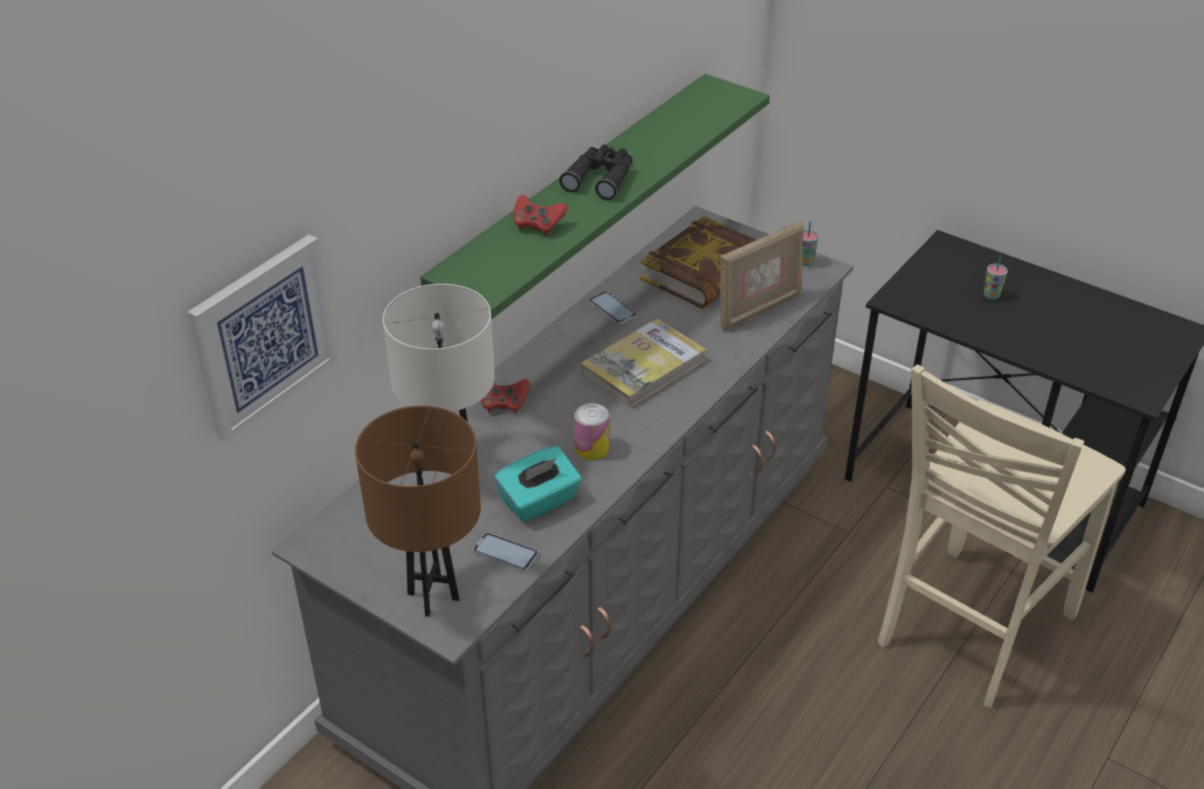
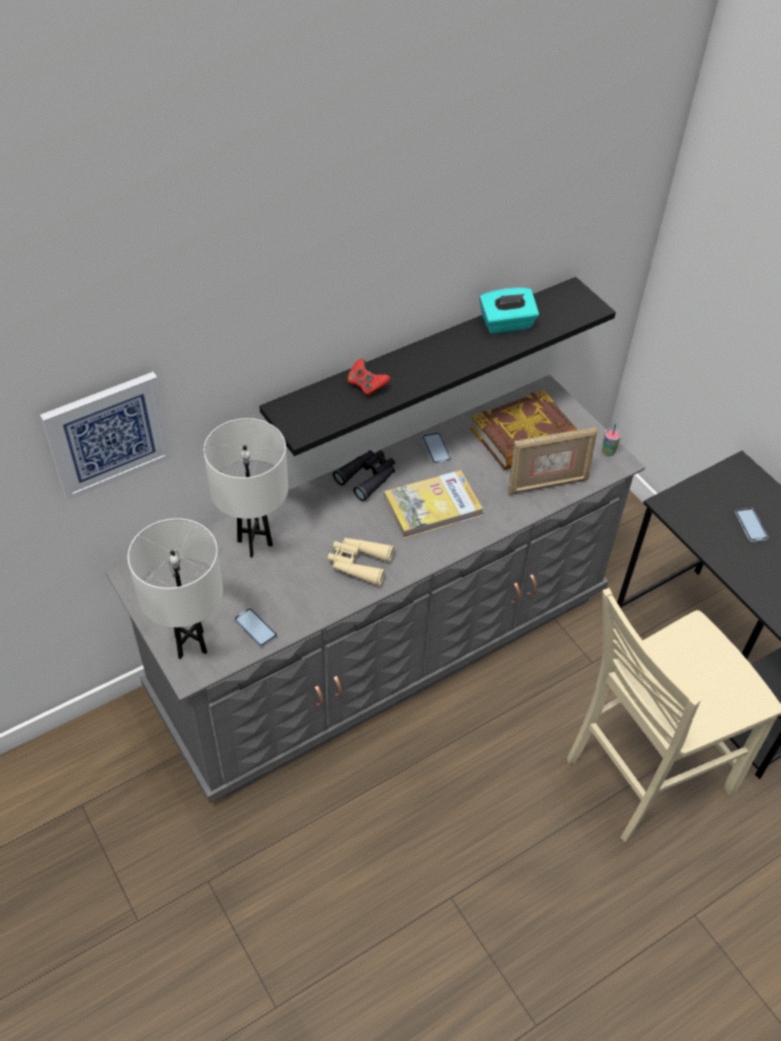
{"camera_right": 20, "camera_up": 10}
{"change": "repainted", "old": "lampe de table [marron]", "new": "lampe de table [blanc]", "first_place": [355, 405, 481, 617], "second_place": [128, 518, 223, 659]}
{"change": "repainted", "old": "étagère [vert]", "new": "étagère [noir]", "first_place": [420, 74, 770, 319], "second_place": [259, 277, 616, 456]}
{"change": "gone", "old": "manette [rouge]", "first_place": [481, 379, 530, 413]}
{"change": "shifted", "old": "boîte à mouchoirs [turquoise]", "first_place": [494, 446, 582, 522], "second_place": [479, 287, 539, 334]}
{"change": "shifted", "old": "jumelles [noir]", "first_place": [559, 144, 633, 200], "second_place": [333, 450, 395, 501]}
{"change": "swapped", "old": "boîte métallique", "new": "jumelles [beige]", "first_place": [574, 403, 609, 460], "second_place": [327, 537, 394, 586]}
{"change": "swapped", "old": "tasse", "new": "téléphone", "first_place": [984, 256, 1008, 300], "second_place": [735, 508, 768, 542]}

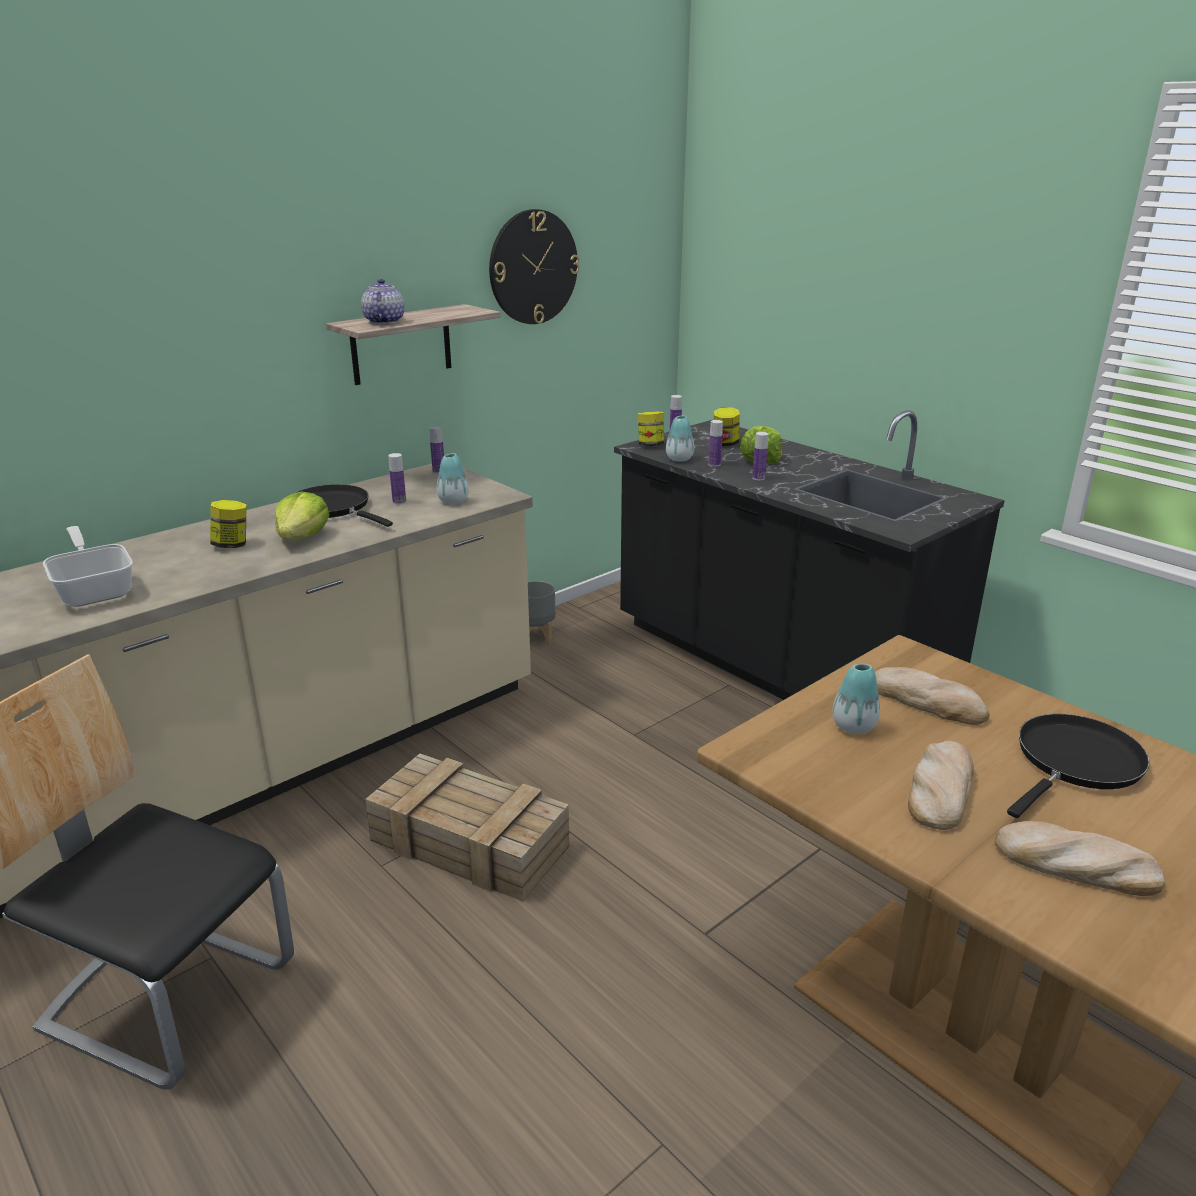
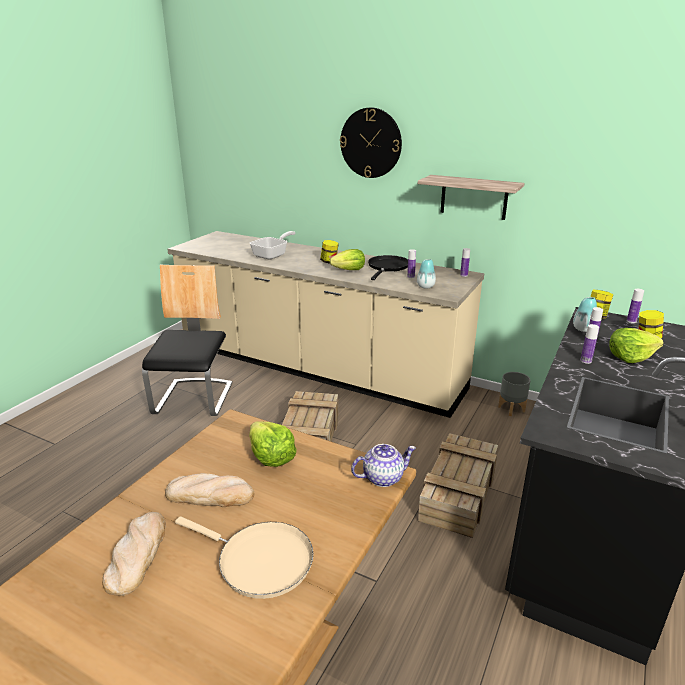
{"camera_right": 70, "camera_up": 0}
{"change": "shifted", "old": "théière", "first_place": [361, 279, 404, 324], "second_place": [351, 444, 416, 487]}
{"change": "shifted", "old": "horloge murale", "first_place": [489, 209, 580, 324], "second_place": [340, 107, 402, 178]}
{"change": "swapped", "old": "vase", "new": "laitue", "first_place": [833, 663, 880, 734], "second_place": [249, 421, 297, 467]}
{"change": "gone", "old": "pain", "first_place": [875, 667, 990, 725]}
{"change": "repainted", "old": "poêle [noir]", "new": "poêle [beige]", "first_place": [1007, 714, 1150, 818], "second_place": [175, 517, 314, 599]}
{"change": "new", "new": "caisse", "second_place": [418, 433, 498, 538]}

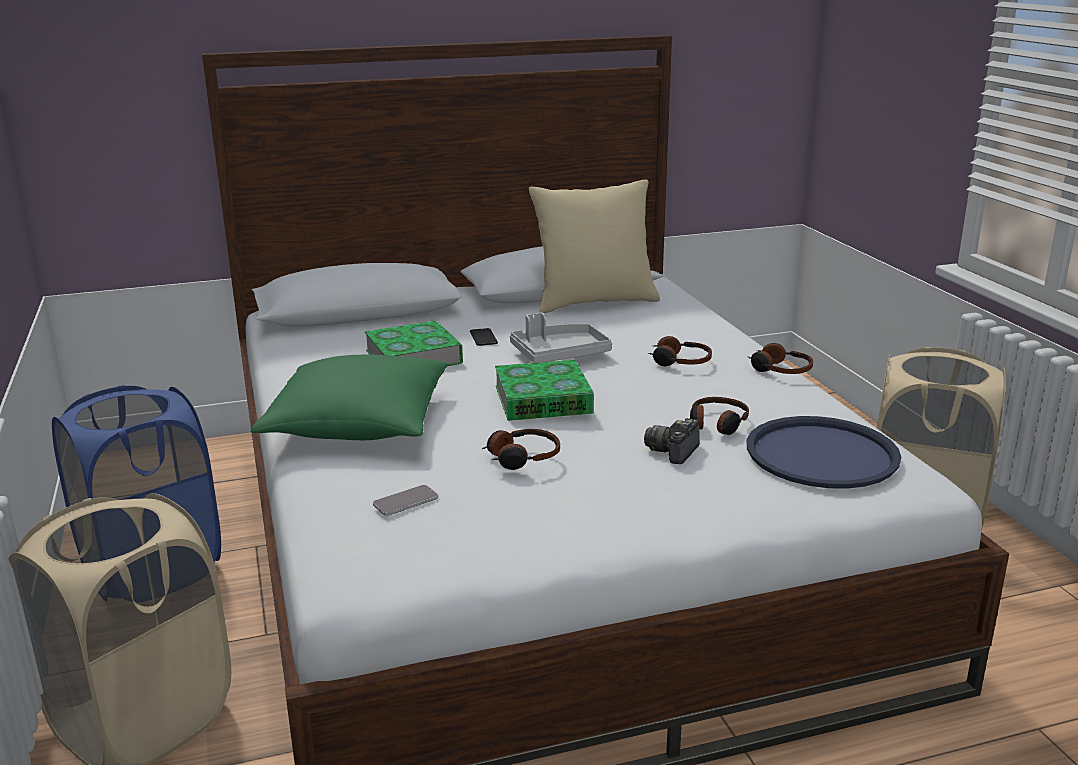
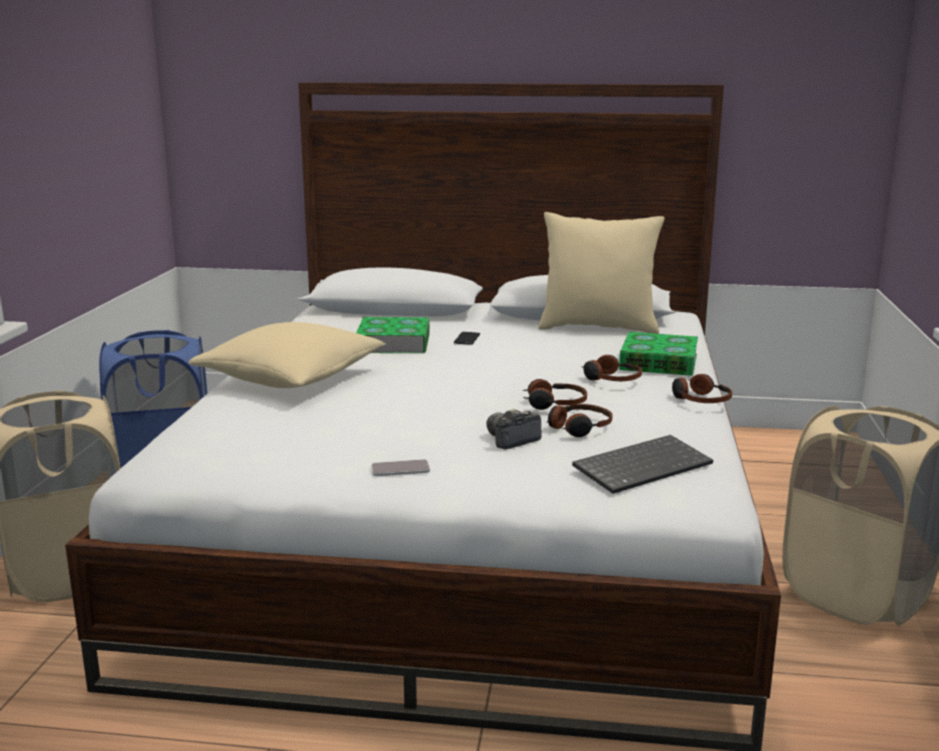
{"camera_right": 25, "camera_up": -5}
{"change": "repainted", "old": "coussin [vert]", "new": "coussin [beige]", "first_place": [251, 355, 449, 440], "second_place": [189, 322, 386, 388]}
{"change": "shifted", "old": "téléphone", "first_place": [373, 485, 438, 516], "second_place": [371, 459, 430, 476]}
{"change": "shifted", "old": "casque audio", "first_place": [482, 429, 560, 470], "second_place": [522, 379, 587, 410]}
{"change": "shifted", "old": "livre", "first_place": [495, 360, 594, 421], "second_place": [619, 332, 698, 376]}
{"change": "gone", "old": "plateau [gris]", "first_place": [510, 312, 612, 363]}
{"change": "swapped", "old": "plateau [bleu]", "new": "clavier", "first_place": [747, 416, 901, 489], "second_place": [572, 435, 713, 494]}

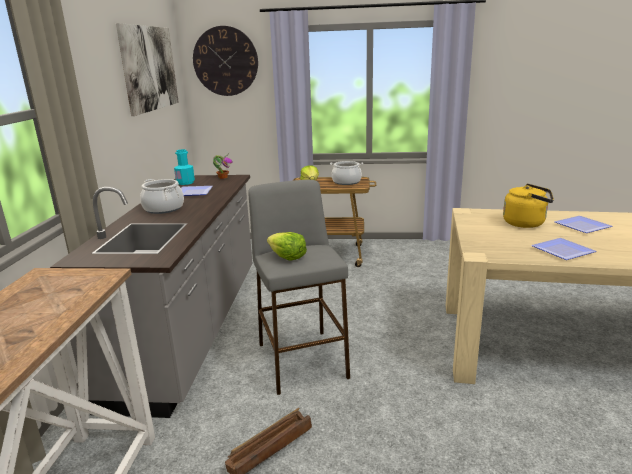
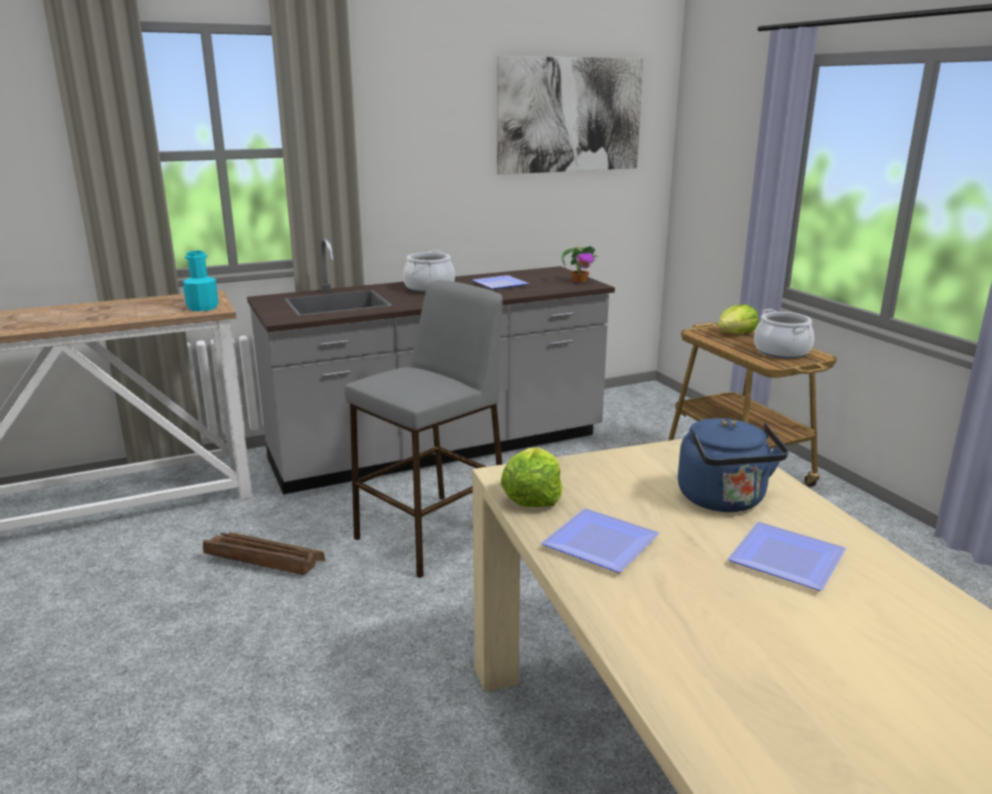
{"camera_right": 60, "camera_up": 0}
{"change": "shifted", "old": "bouteille [turquoise]", "first_place": [174, 149, 195, 185], "second_place": [183, 251, 219, 311]}
{"change": "gone", "old": "horloge murale", "first_place": [193, 26, 258, 96]}
{"change": "shifted", "old": "laitue", "first_place": [267, 232, 307, 261], "second_place": [501, 447, 562, 507]}
{"change": "repainted", "old": "bouilloire [jaune]", "new": "bouilloire [bleu]", "first_place": [503, 184, 554, 228], "second_place": [678, 418, 789, 512]}

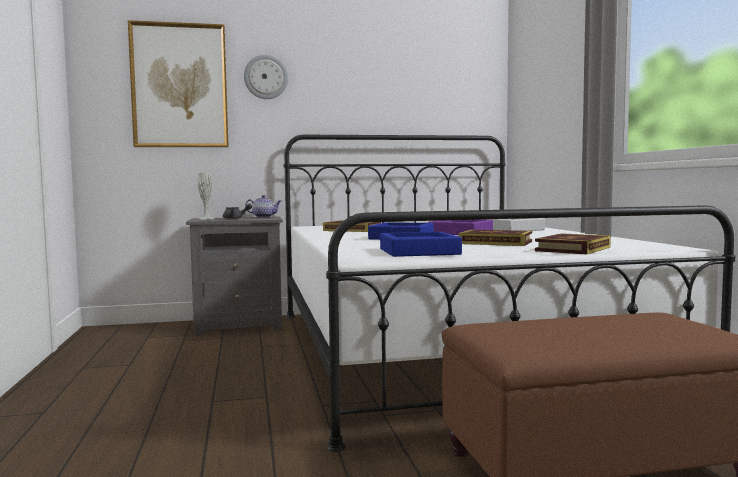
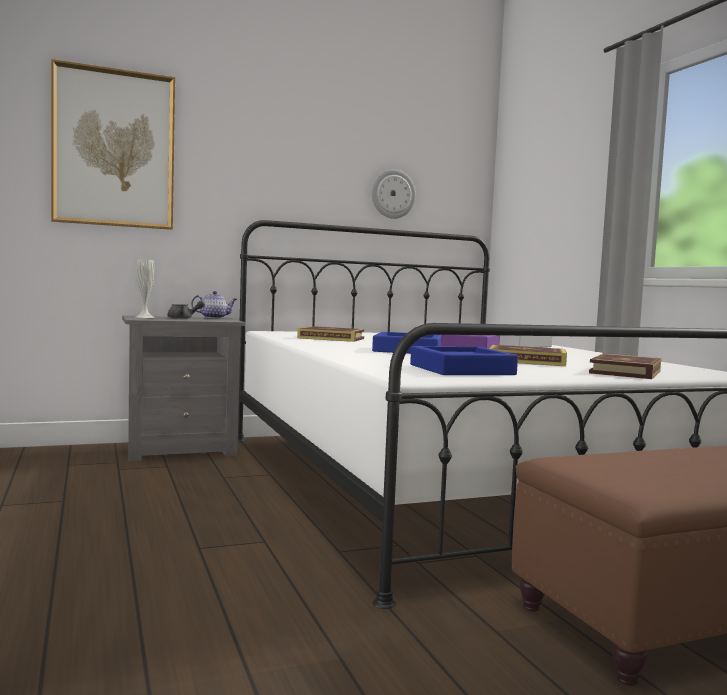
{"camera_right": -10, "camera_up": 0}
{"change": "shifted", "old": "horloge murale", "first_place": [244, 55, 288, 99], "second_place": [372, 169, 416, 219]}

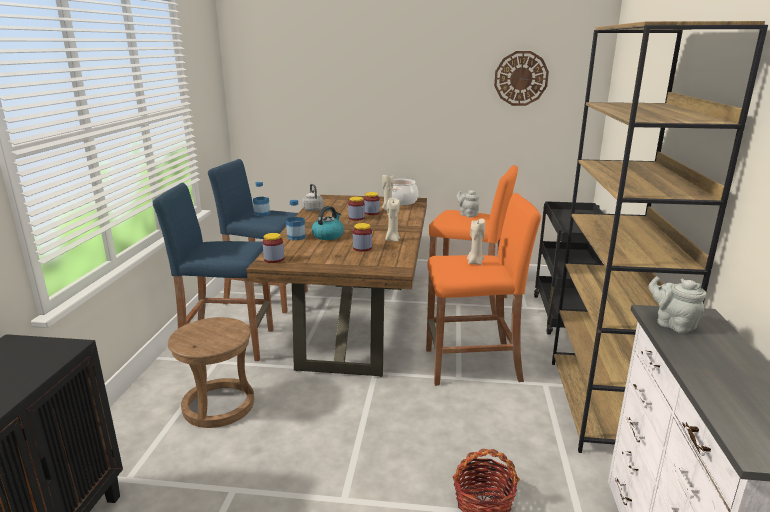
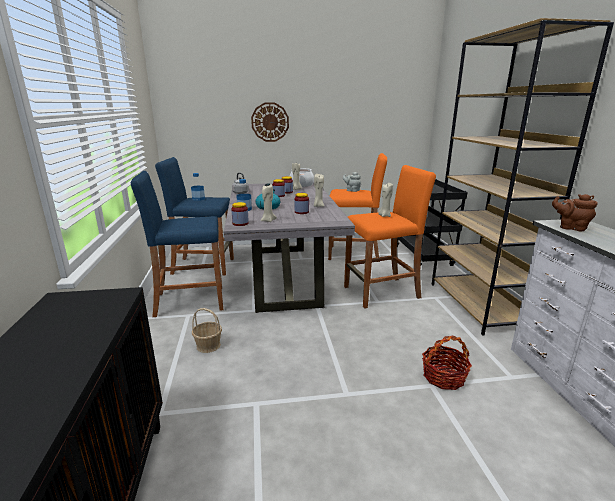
{"camera_right": -15, "camera_up": 0}
{"change": "swapped", "old": "tabouret [marron]", "new": "panier", "first_place": [168, 317, 254, 428], "second_place": [192, 308, 222, 353]}
{"change": "repainted", "old": "table à manger [marron]", "new": "table à manger [gris]", "first_place": [246, 195, 427, 377], "second_place": [224, 182, 355, 313]}
{"change": "shifted", "old": "horloge murale", "first_place": [494, 51, 549, 106], "second_place": [251, 102, 289, 142]}
{"change": "repainted", "old": "théière [gris]", "new": "théière [marron]", "first_place": [649, 276, 706, 333], "second_place": [552, 194, 598, 231]}
{"change": "new", "new": "bougie [beige]", "second_place": [261, 184, 277, 222]}

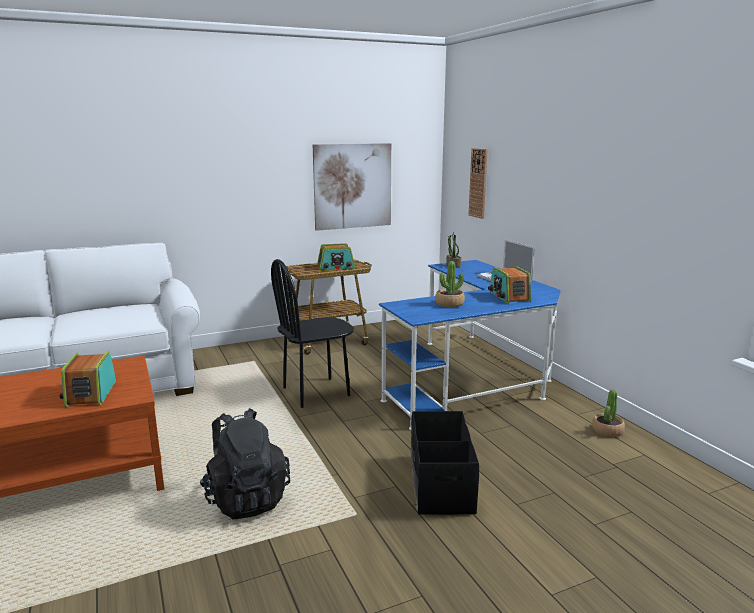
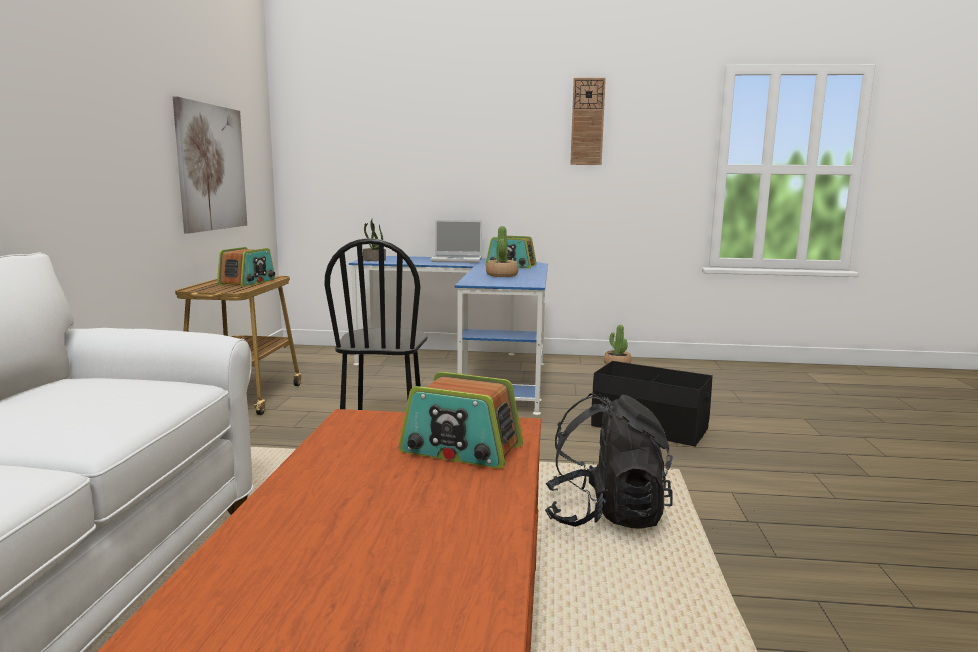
{"camera_right": -60, "camera_up": -5}
{"change": "shifted", "old": "horloge murale", "first_place": [469, 148, 488, 219], "second_place": [570, 78, 606, 165]}

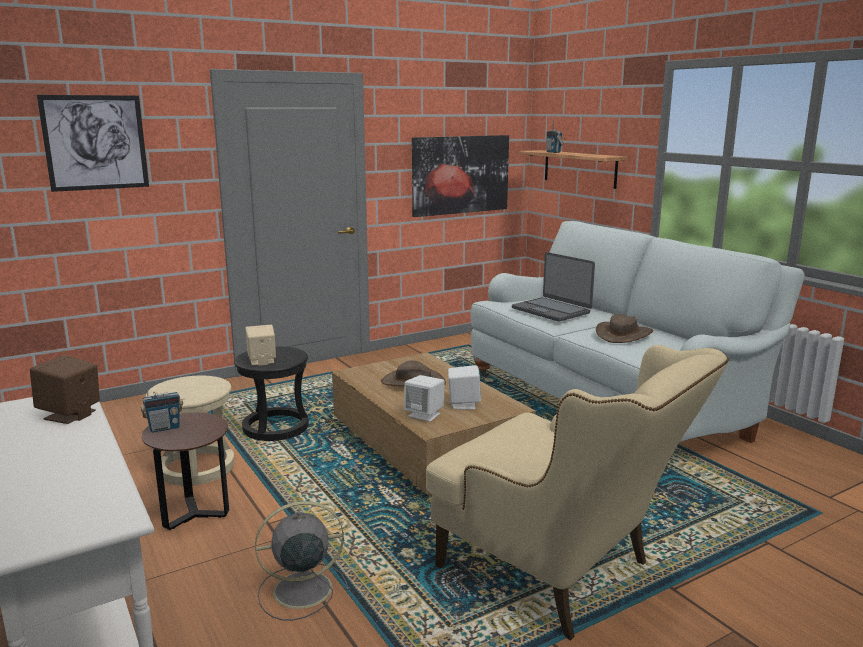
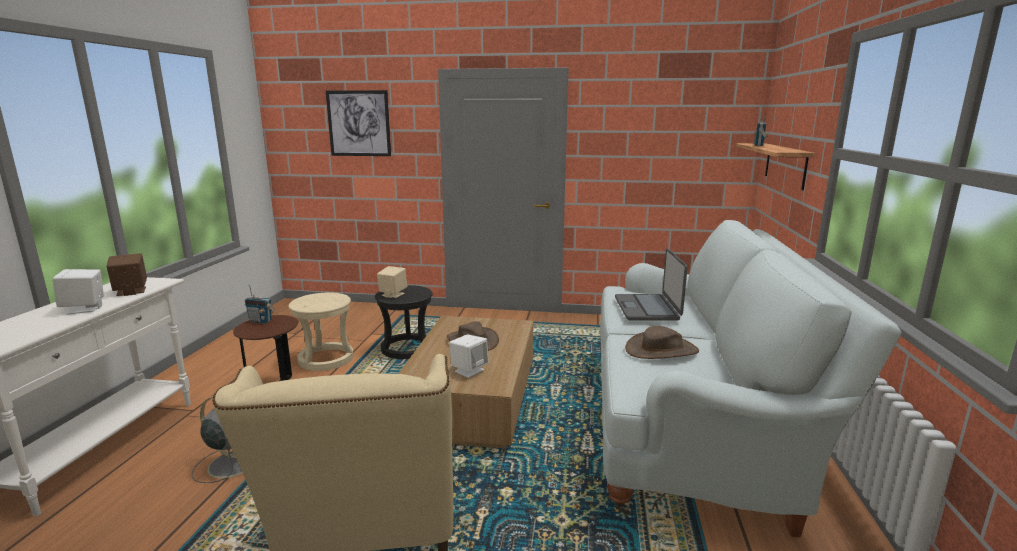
{"camera_right": 40, "camera_up": 0}
{"change": "shifted", "old": "enceinte [blanc]", "first_place": [404, 375, 445, 422], "second_place": [53, 269, 104, 315]}
{"change": "gone", "old": "tableau", "first_place": [412, 135, 509, 217]}

